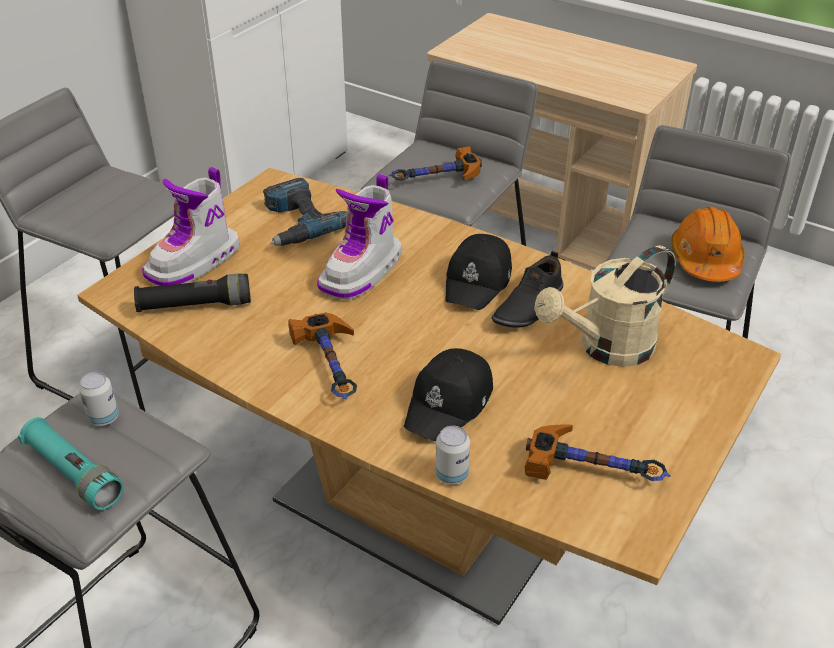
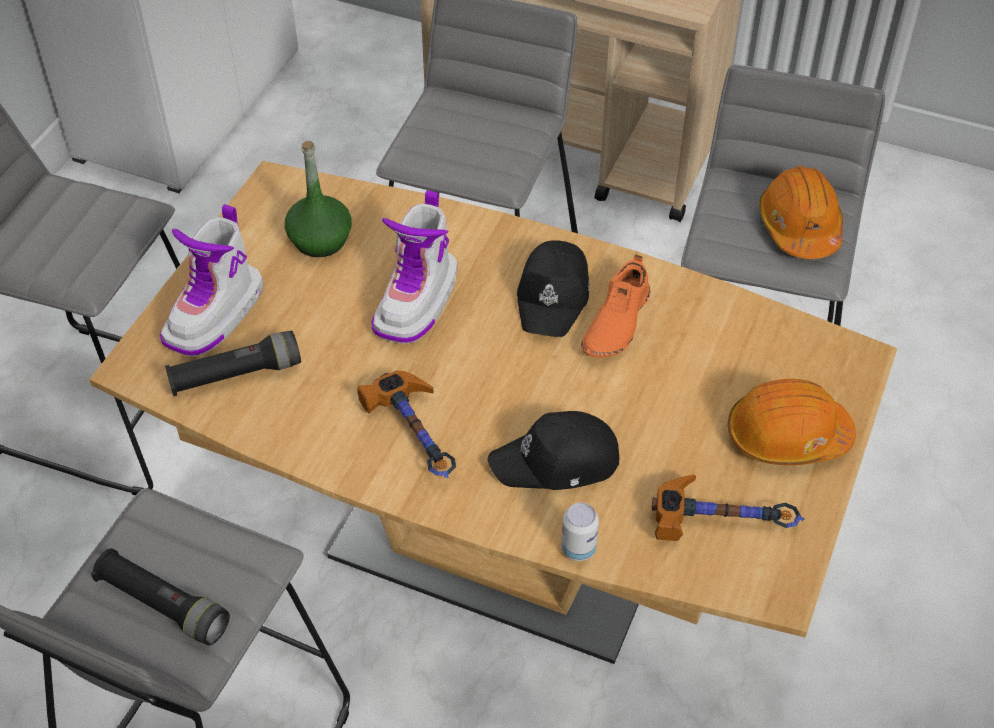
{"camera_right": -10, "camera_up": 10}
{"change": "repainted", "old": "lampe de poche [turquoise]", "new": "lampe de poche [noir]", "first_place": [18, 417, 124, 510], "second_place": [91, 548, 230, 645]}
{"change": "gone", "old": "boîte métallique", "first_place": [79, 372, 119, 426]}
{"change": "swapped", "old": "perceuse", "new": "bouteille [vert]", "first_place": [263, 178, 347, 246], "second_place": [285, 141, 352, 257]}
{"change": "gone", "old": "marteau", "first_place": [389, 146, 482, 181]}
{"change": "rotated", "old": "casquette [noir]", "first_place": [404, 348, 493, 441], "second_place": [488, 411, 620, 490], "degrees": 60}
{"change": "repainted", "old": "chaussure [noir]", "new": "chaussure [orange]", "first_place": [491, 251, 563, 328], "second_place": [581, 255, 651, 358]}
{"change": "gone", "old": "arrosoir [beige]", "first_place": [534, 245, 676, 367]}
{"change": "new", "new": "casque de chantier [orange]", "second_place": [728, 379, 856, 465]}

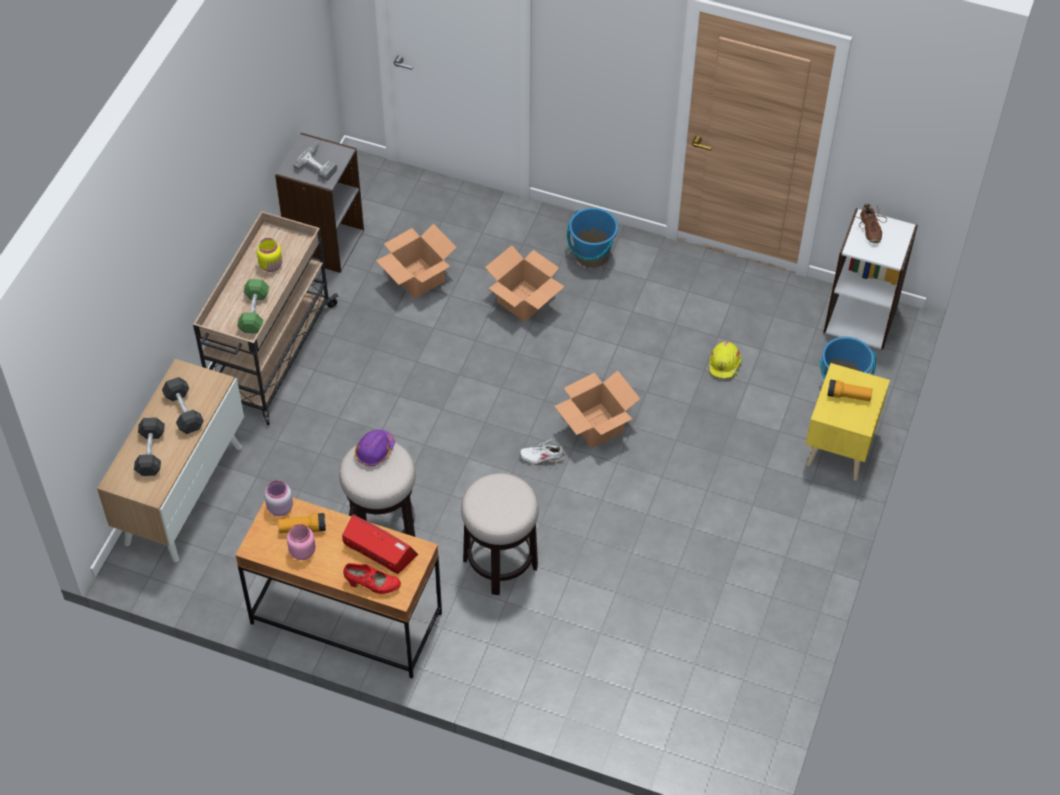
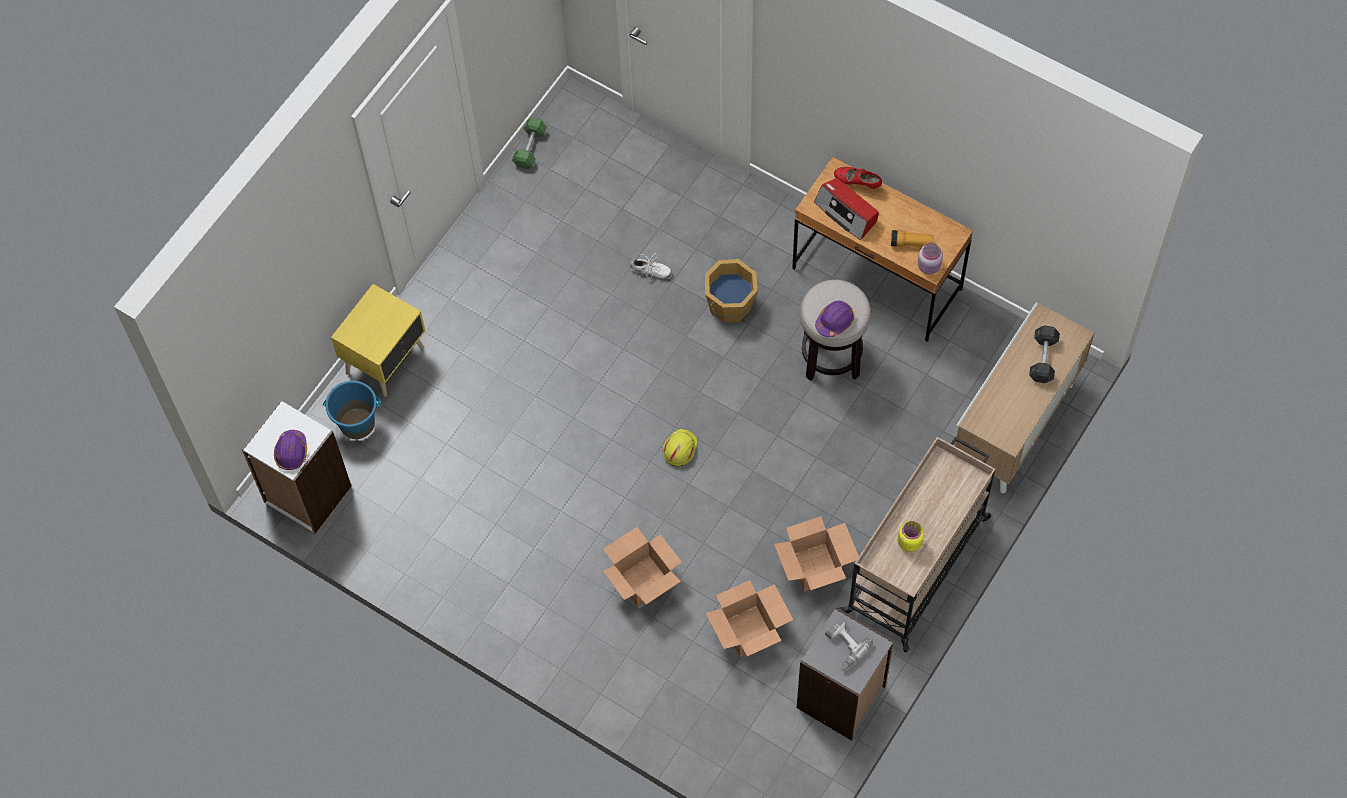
{"camera_right": -165, "camera_up": 10}
{"change": "gone", "old": "haltère [gris]", "first_place": [162, 377, 204, 434]}
{"change": "shifted", "old": "haltère [vert]", "first_place": [237, 279, 269, 334], "second_place": [512, 118, 547, 169]}
{"change": "gone", "old": "bocal [rose]", "first_place": [287, 524, 316, 560]}
{"change": "swapped", "old": "tabouret", "new": "seau [orange]", "first_place": [461, 473, 539, 595], "second_place": [705, 259, 758, 323]}
{"change": "shifted", "old": "chaussure [blanc]", "first_place": [519, 439, 565, 465], "second_place": [630, 253, 672, 279]}
{"change": "shifted", "old": "carton", "first_place": [555, 371, 640, 448], "second_place": [774, 516, 859, 592]}
{"change": "gone", "old": "seau [bleu]", "first_place": [567, 208, 618, 268]}
{"change": "shifted", "old": "casque de chantier [jaune]", "first_place": [709, 342, 742, 379], "second_place": [662, 429, 698, 466]}
{"change": "gone", "old": "lampe de poche", "first_place": [827, 380, 873, 401]}
{"change": "swapped", "old": "chaussure [marron]", "new": "casque de chantier [violet]", "first_place": [858, 203, 887, 243], "second_place": [274, 430, 307, 470]}

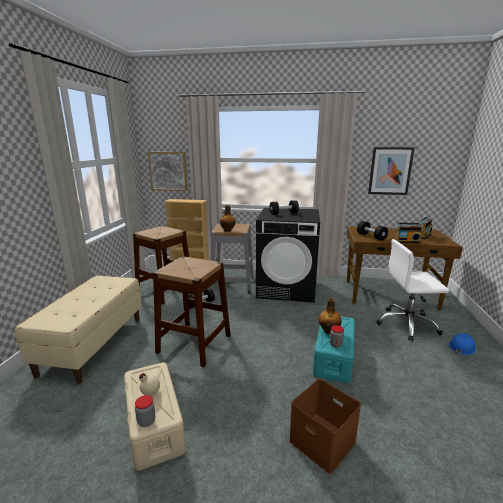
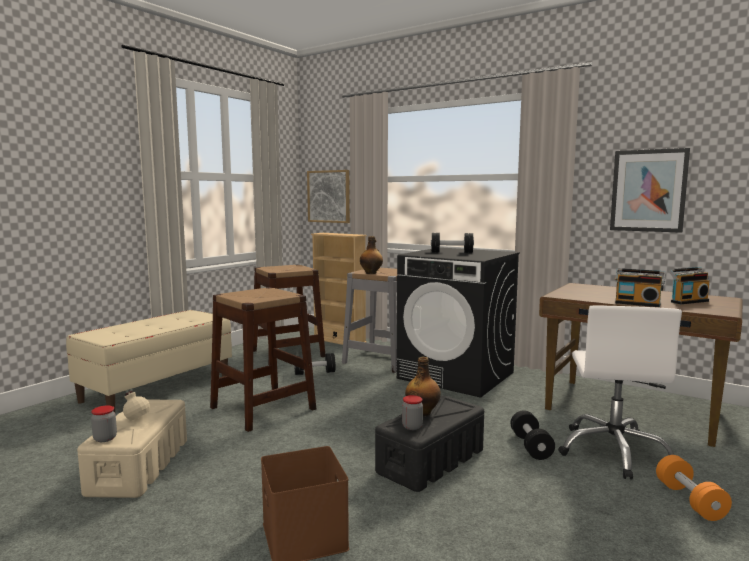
{"camera_right": 25, "camera_up": -10}
{"change": "repainted", "old": "boîte de rangement [turquoise]", "new": "boîte de rangement [noir]", "first_place": [313, 316, 355, 383], "second_place": [375, 396, 484, 492]}
{"change": "shifted", "old": "haltère [noir]", "first_place": [357, 221, 388, 241], "second_place": [511, 410, 555, 460]}
{"change": "rotated", "old": "chaise de bureau [blanc]", "first_place": [376, 239, 449, 341], "second_place": [558, 306, 682, 479], "degrees": -105}
{"change": "swapped", "old": "casque de chantier [bleu]", "new": "haltère [orange]", "first_place": [449, 333, 476, 355], "second_place": [656, 455, 732, 521]}

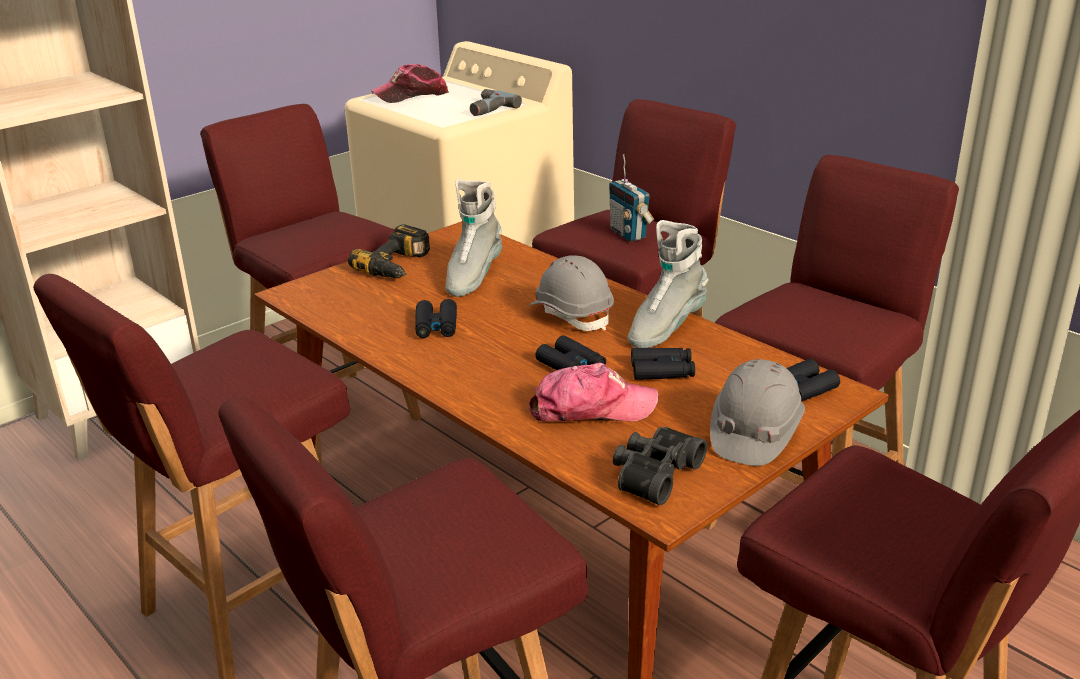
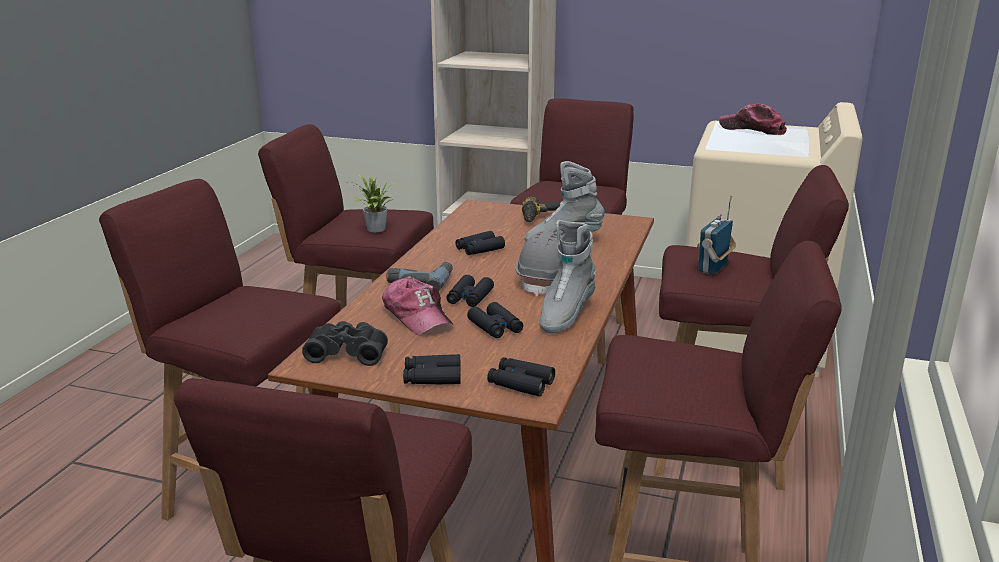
{"camera_right": 60, "camera_up": -5}
{"change": "shifted", "old": "perceuse", "first_place": [470, 89, 522, 116], "second_place": [386, 262, 453, 291]}
{"change": "rotated", "old": "botte [gris]", "first_place": [628, 220, 709, 348], "second_place": [539, 220, 596, 333], "degrees": -75}
{"change": "swapped", "old": "casque de chantier [gris]", "new": "jumelles [noir]", "first_place": [710, 359, 805, 466], "second_place": [403, 354, 460, 384]}
{"change": "new", "new": "plante en pot", "second_place": [349, 175, 397, 232]}

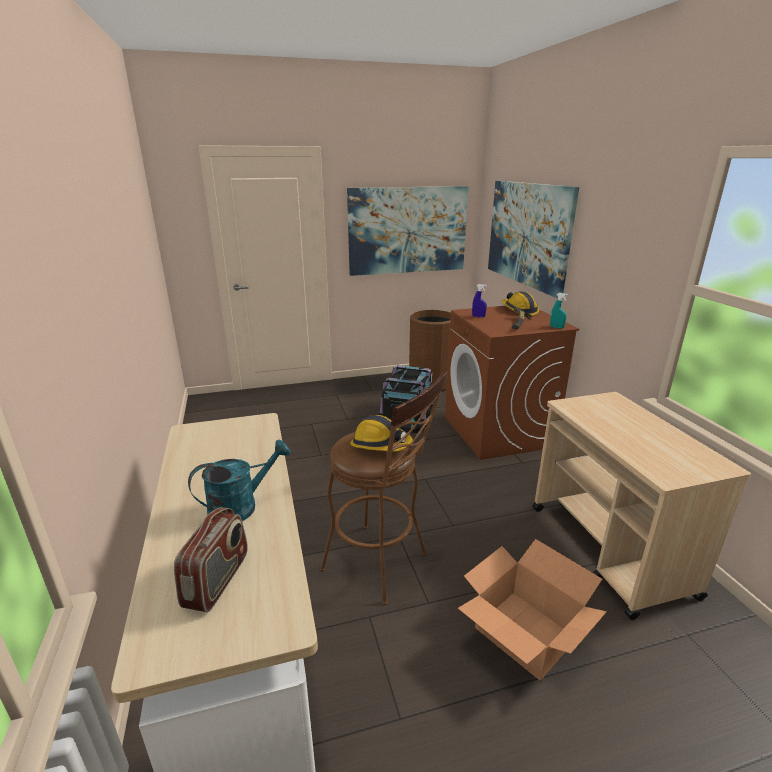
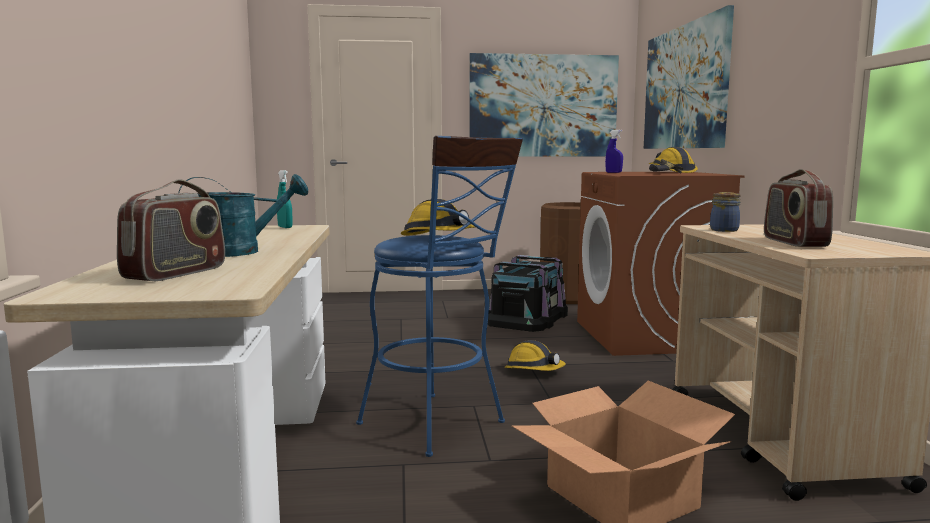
{"camera_right": 10, "camera_up": -15}
{"change": "repainted", "old": "tabouret [marron]", "new": "tabouret [bleu]", "first_place": [320, 371, 448, 605], "second_place": [356, 136, 523, 457]}
{"change": "shifted", "old": "vaporisateur [turquoise]", "first_place": [550, 293, 568, 329], "second_place": [277, 170, 293, 228]}
{"change": "new", "new": "casque de chantier", "second_place": [505, 340, 566, 371]}
{"change": "new", "new": "bocal", "second_place": [710, 192, 740, 232]}
{"change": "new", "new": "radio", "second_place": [764, 169, 833, 247]}

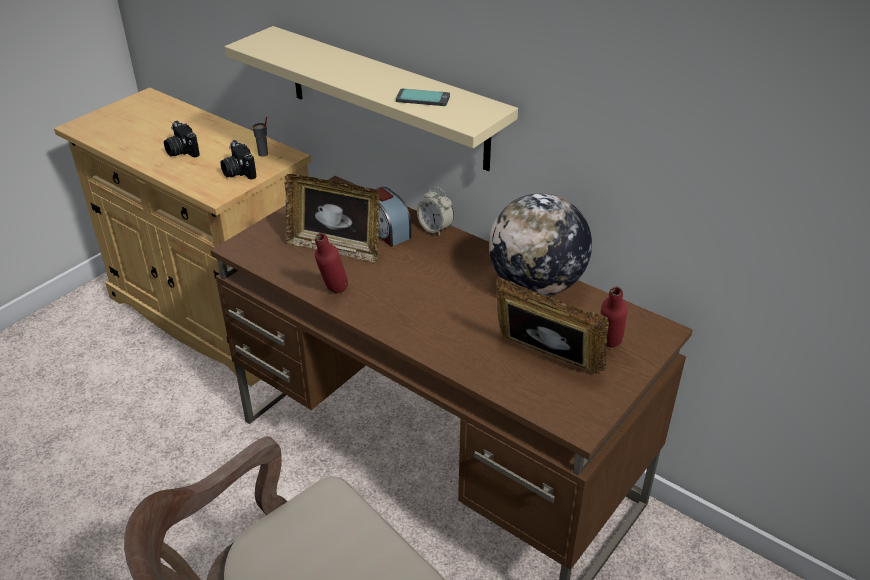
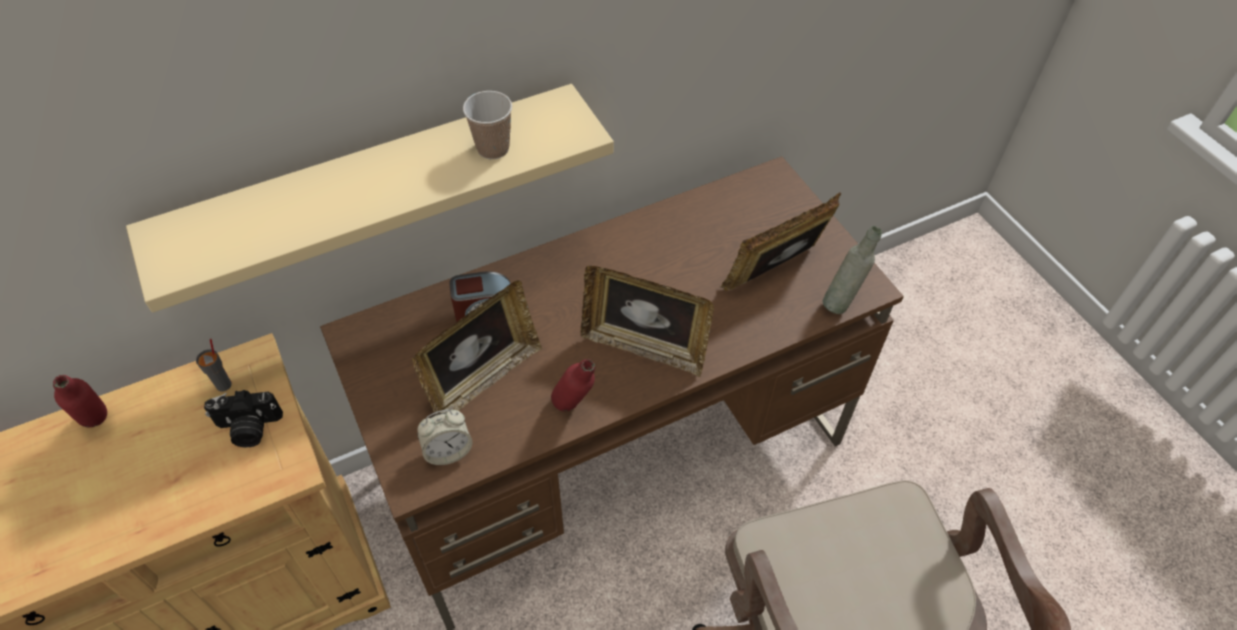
{"camera_right": -65, "camera_up": 15}
{"change": "gone", "old": "appareil photo", "first_place": [164, 121, 200, 157]}
{"change": "swapped", "old": "téléphone", "new": "tasse", "first_place": [396, 89, 450, 106], "second_place": [463, 91, 512, 159]}
{"change": "shifted", "old": "réveil", "first_place": [417, 187, 454, 236], "second_place": [418, 410, 473, 465]}
{"change": "gone", "old": "globe", "first_place": [489, 193, 592, 296]}
{"change": "shifted", "old": "bouteille [rouge]", "first_place": [600, 287, 628, 348], "second_place": [53, 375, 107, 427]}
{"change": "new", "new": "cadre photo", "second_place": [581, 266, 714, 377]}
{"change": "new", "new": "bouteille [gris]", "second_place": [823, 226, 882, 314]}

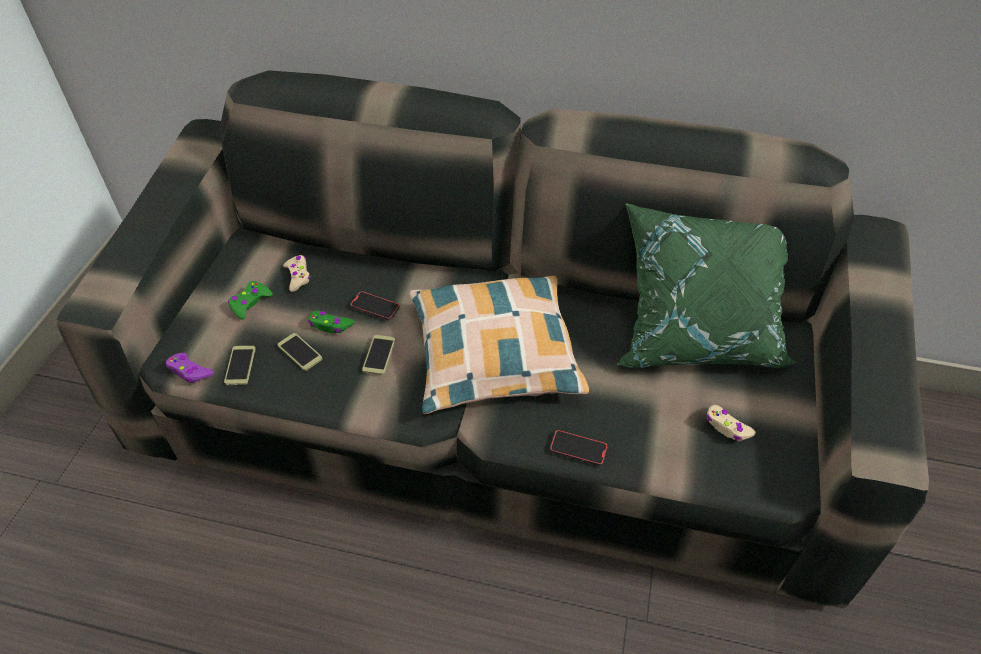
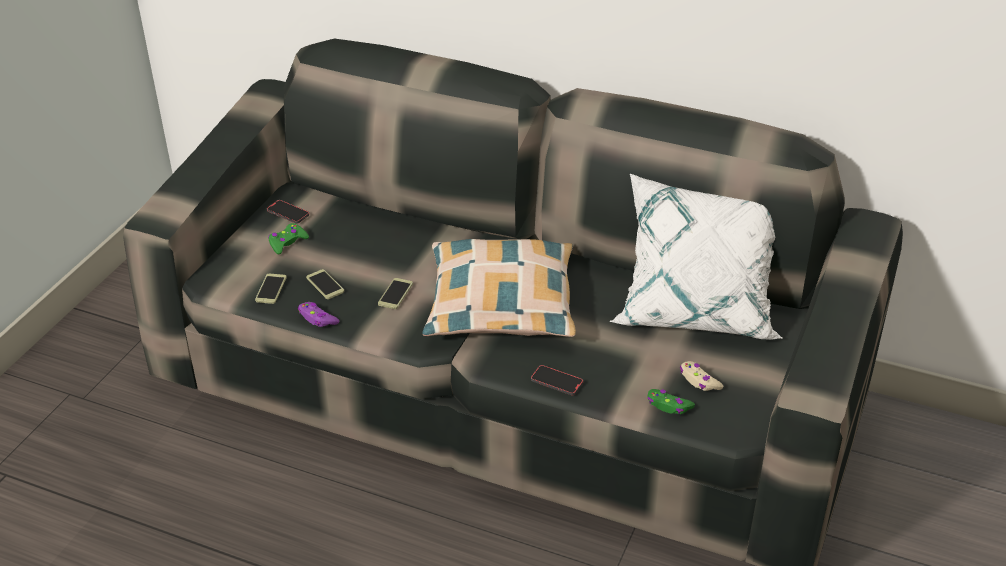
{"camera_right": 10, "camera_up": -10}
{"change": "shifted", "old": "manette [violet]", "first_place": [165, 353, 214, 383], "second_place": [298, 302, 339, 327]}
{"change": "gone", "old": "manette [beige]", "first_place": [283, 255, 311, 292]}
{"change": "shifted", "old": "manette [vert]", "first_place": [308, 311, 354, 333], "second_place": [648, 389, 695, 414]}
{"change": "shifted", "old": "téléphone", "first_place": [350, 291, 400, 320], "second_place": [267, 200, 309, 224]}
{"change": "repainted", "old": "coussin [vert]", "new": "coussin [blanc]", "first_place": [616, 203, 797, 368], "second_place": [610, 174, 784, 340]}

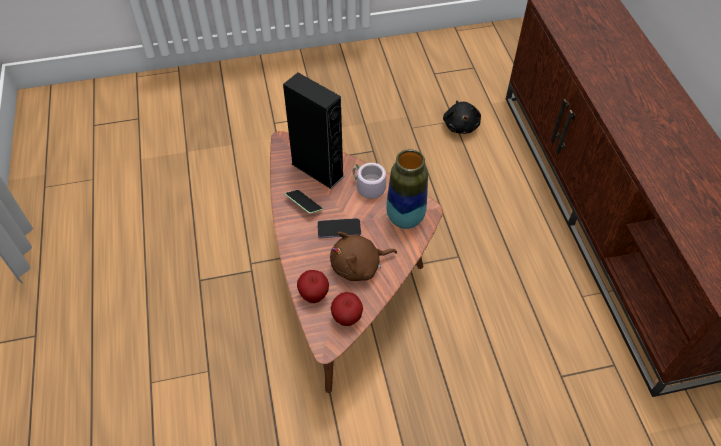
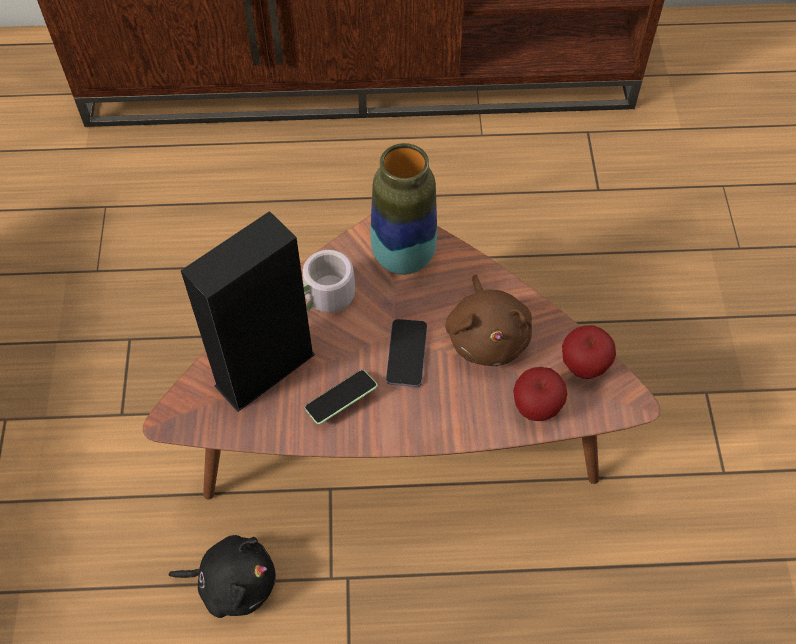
{"camera_right": -80, "camera_up": 5}
{"change": "shifted", "old": "peluche [noir]", "first_place": [443, 100, 481, 134], "second_place": [168, 535, 276, 618]}

